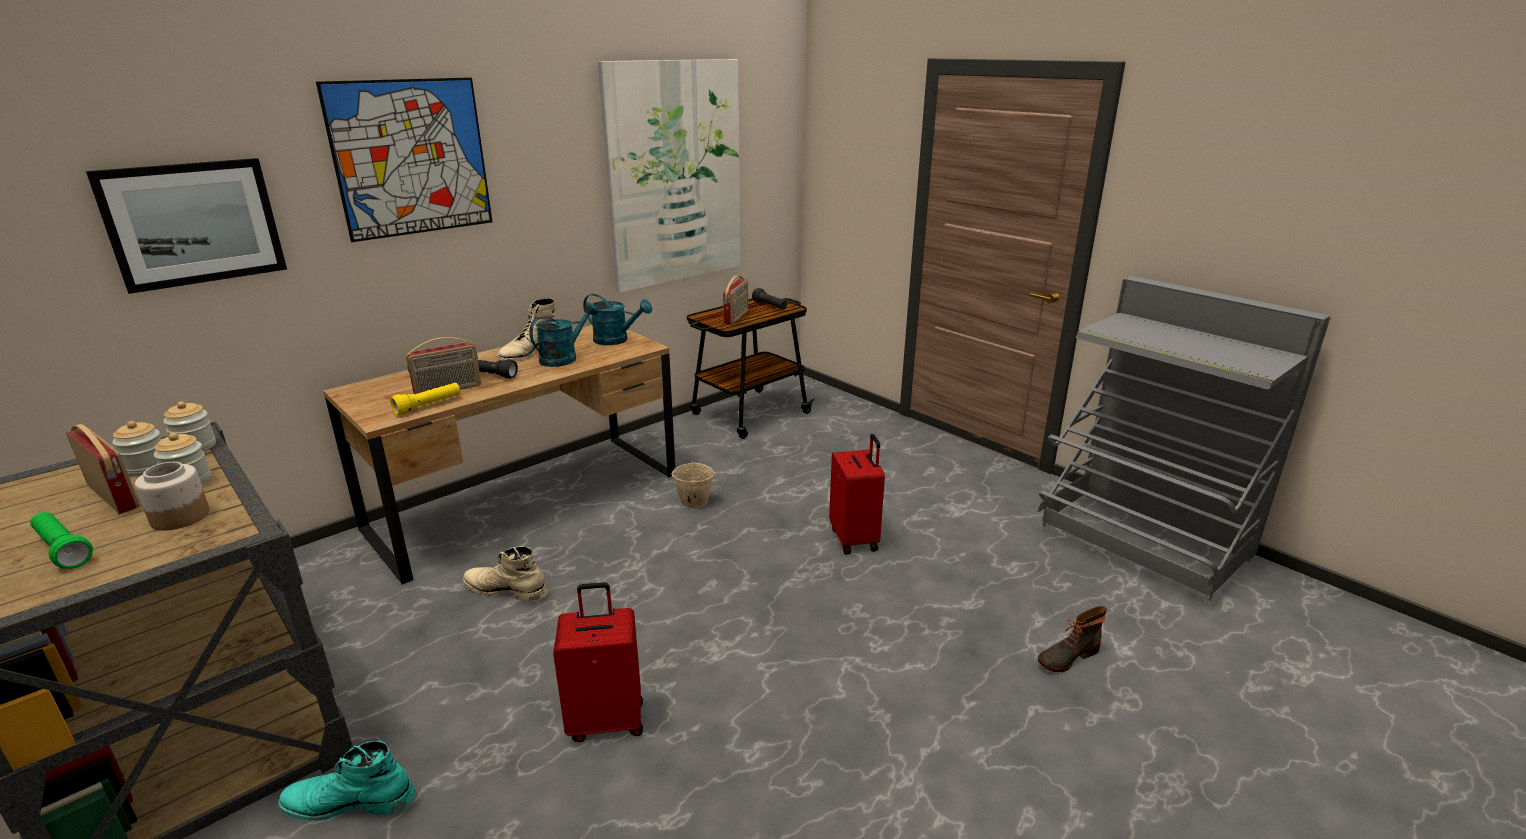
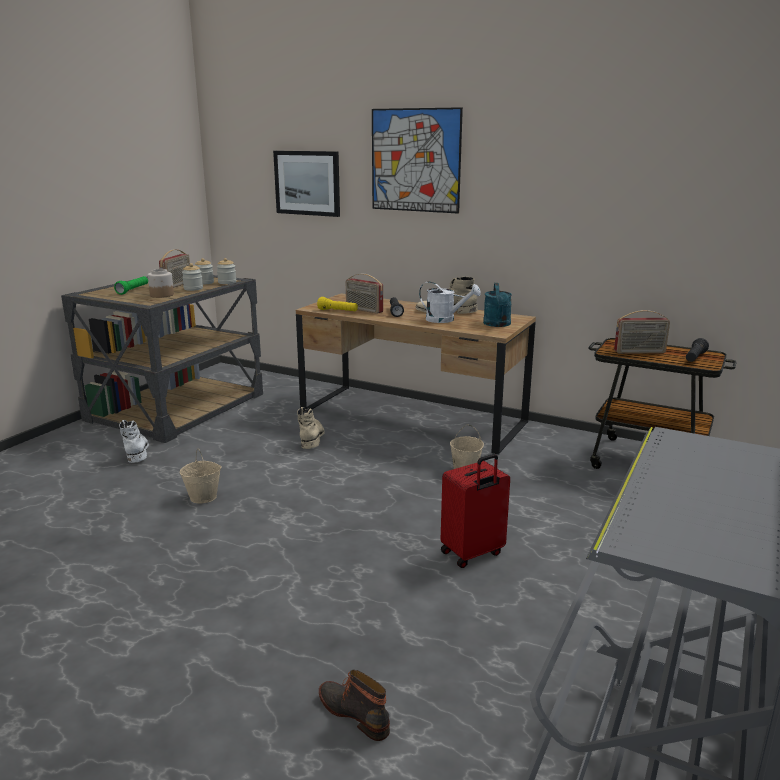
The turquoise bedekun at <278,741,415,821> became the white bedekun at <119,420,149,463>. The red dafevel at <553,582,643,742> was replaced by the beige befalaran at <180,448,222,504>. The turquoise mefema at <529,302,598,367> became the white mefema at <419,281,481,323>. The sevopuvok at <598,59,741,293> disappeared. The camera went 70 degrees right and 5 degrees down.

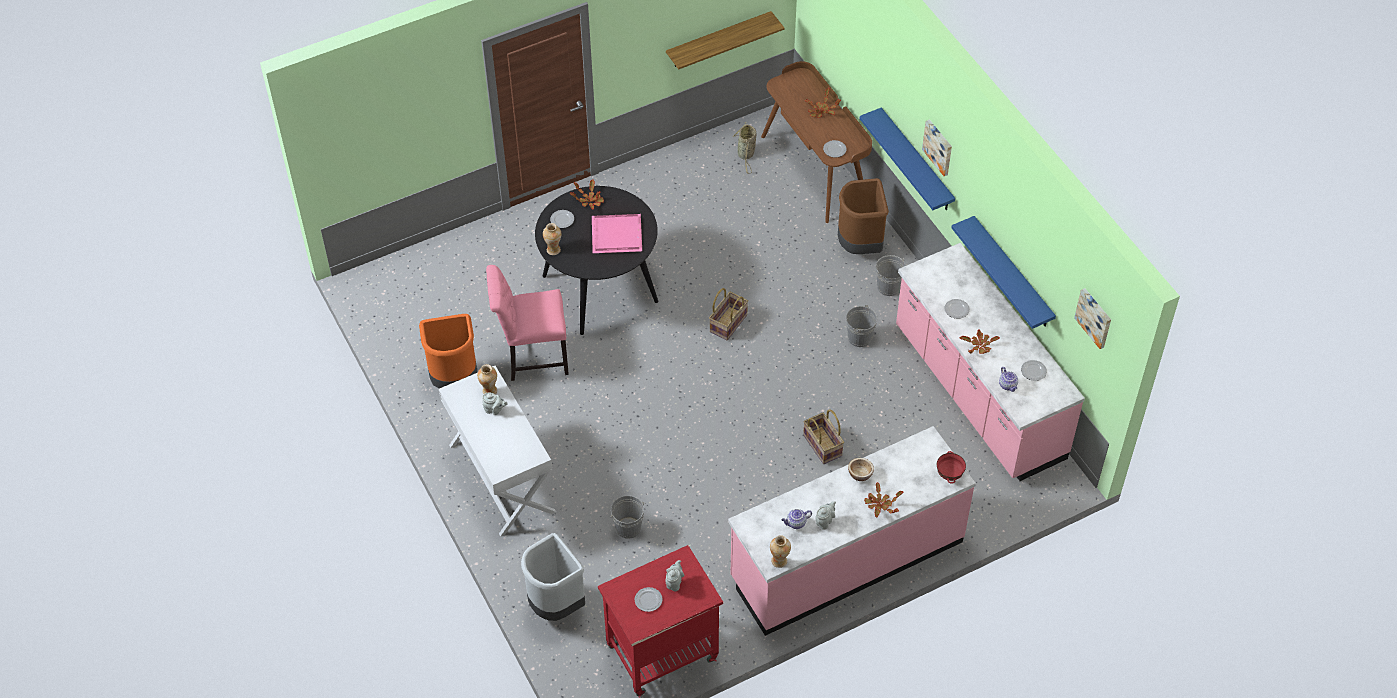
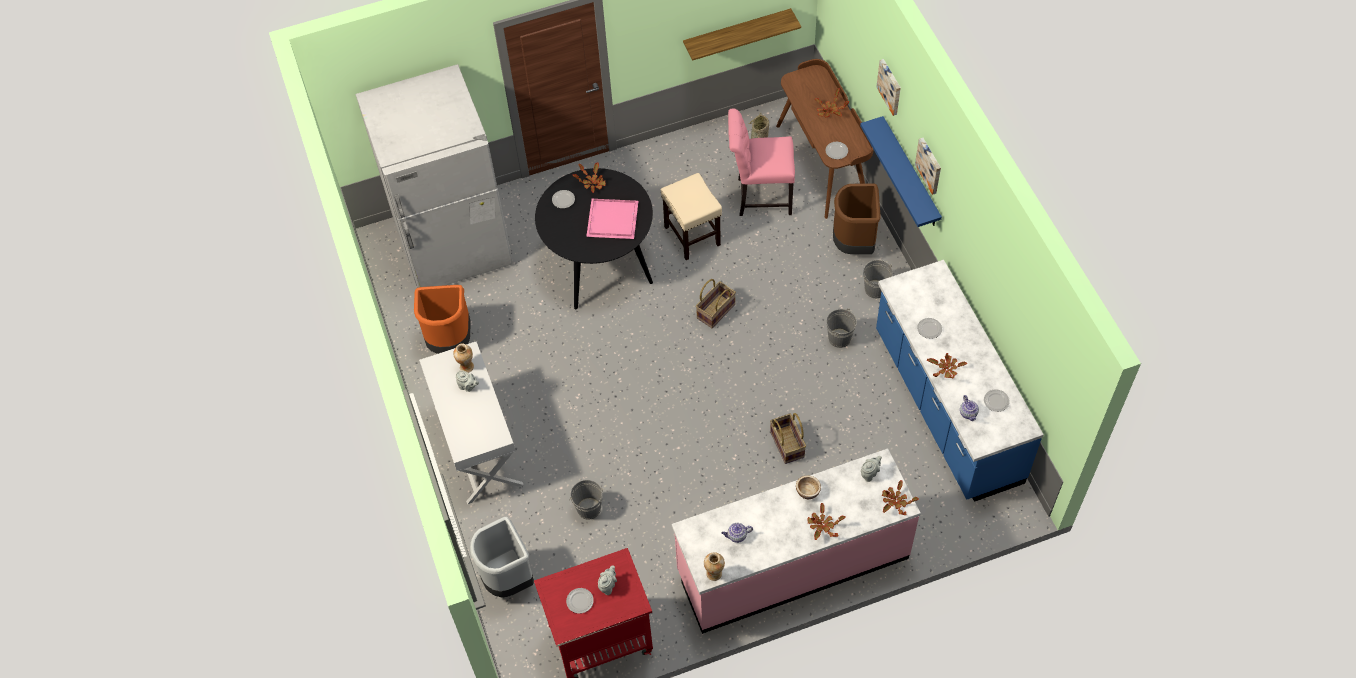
The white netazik at <355,64,513,288> appeared. The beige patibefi at <661,173,722,260> appeared. The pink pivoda moved from <486,265,569,381> to <728,108,795,216>. The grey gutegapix moved from <816,501,836,530> to <861,456,882,482>. The sevopuvok moved from <1074,288,1111,349> to <876,59,901,116>. The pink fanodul at <896,243,1085,481> became the blue fanodul at <876,260,1044,502>. The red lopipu at <937,451,966,483> was replaced by the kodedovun at <882,480,919,515>. The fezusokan at <543,223,561,255> disappeared. The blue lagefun at <952,216,1056,329> disappeared. The camera went 10 degrees right and 5 degrees up.

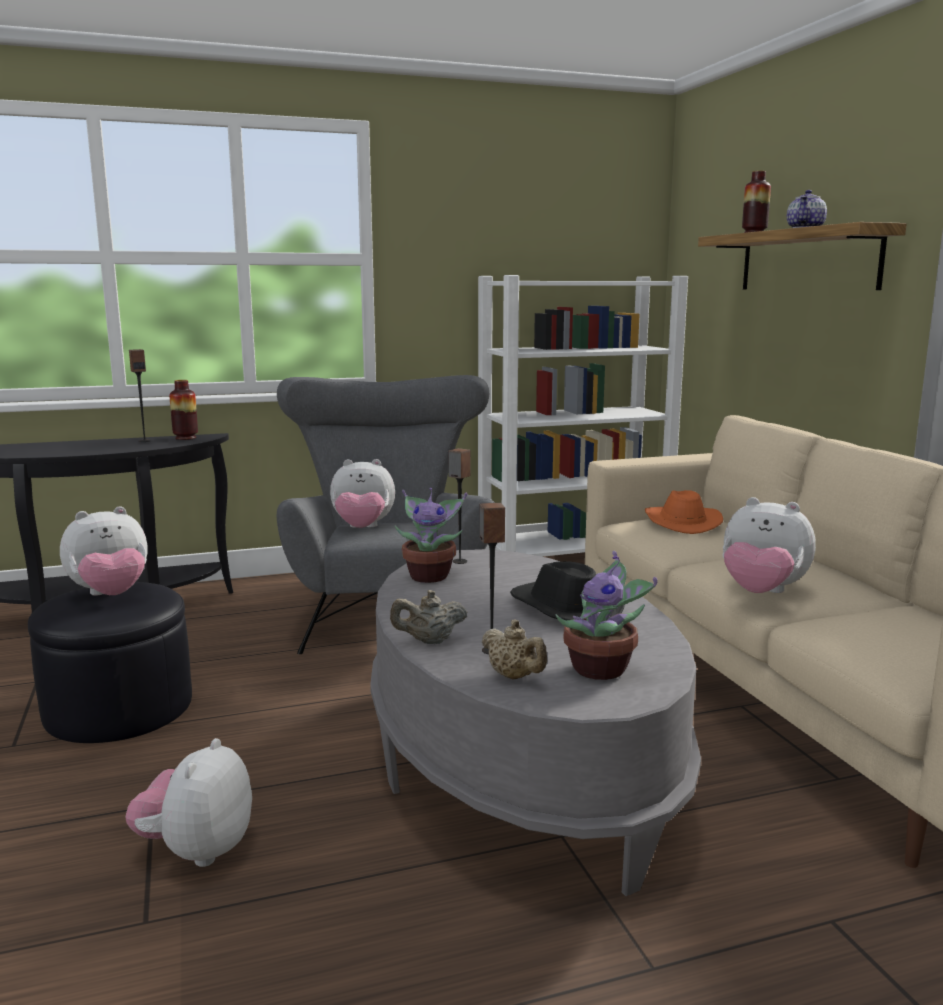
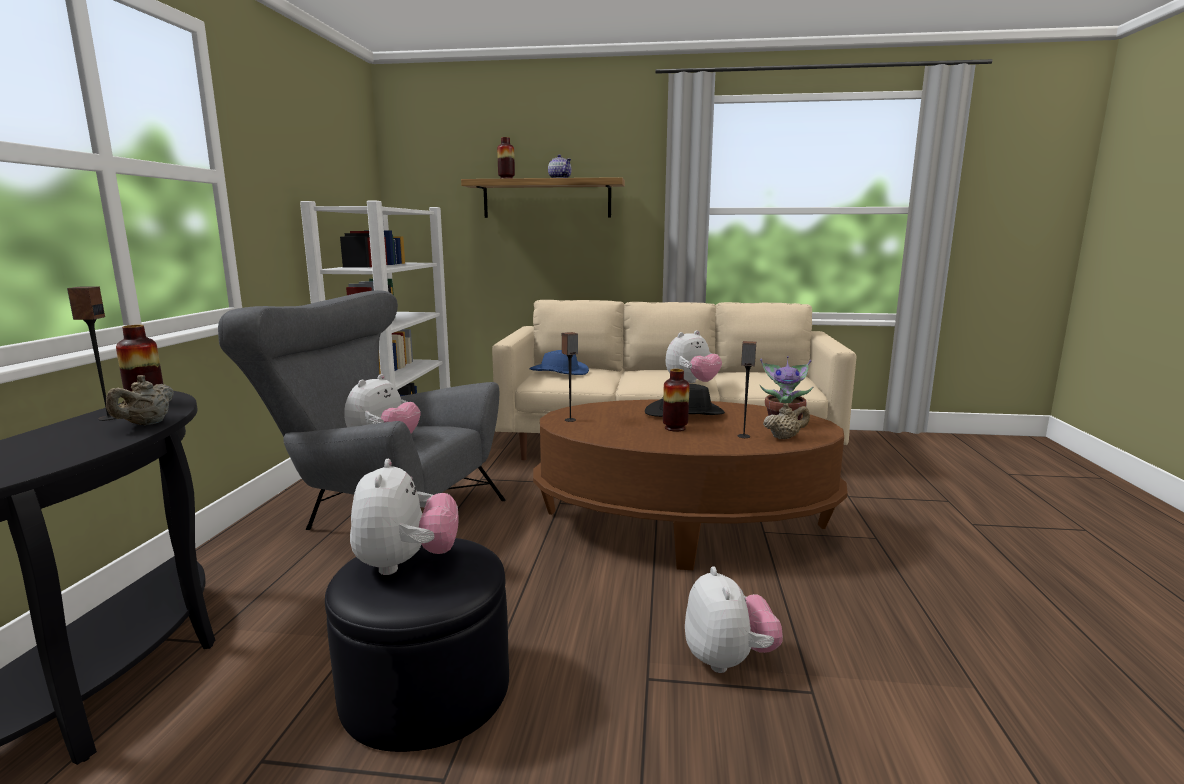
The beige gutegapix moved from <390,590,467,644> to <106,375,174,425>. The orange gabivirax at <645,490,723,534> became the blue gabivirax at <529,350,589,375>. The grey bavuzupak at <370,549,701,896> became the brown bavuzupak at <533,400,848,570>. The fezusokan at <663,369,690,432> appeared. The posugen at <126,738,252,867> turned 135 degrees counterclockwise. The kodedovun at <395,488,467,583> disappeared. The camera went 65 degrees left and 0 degrees up.

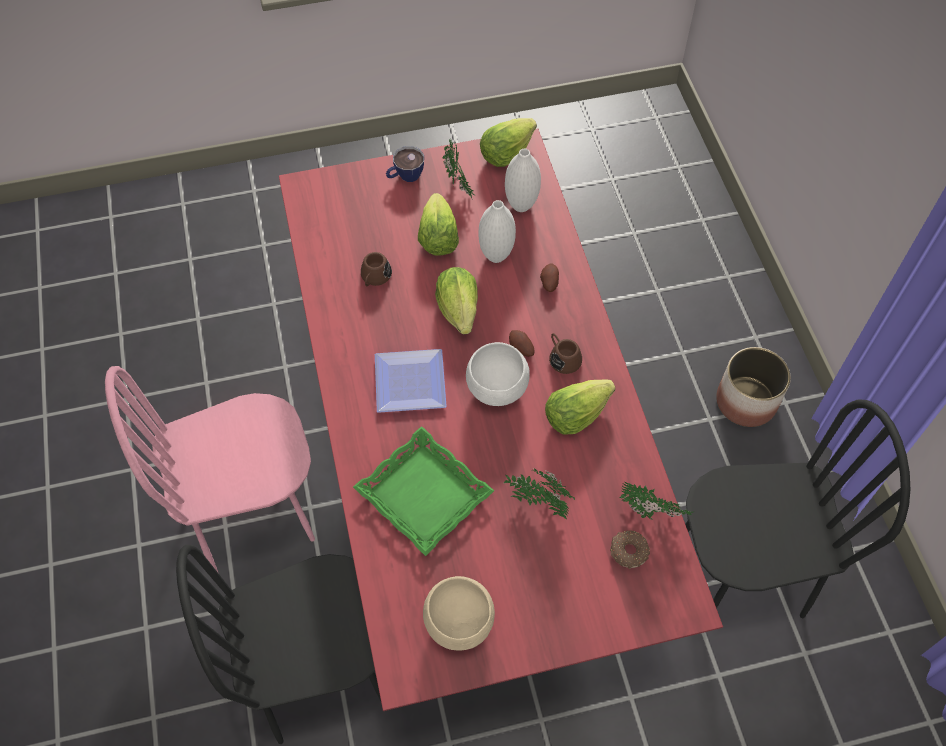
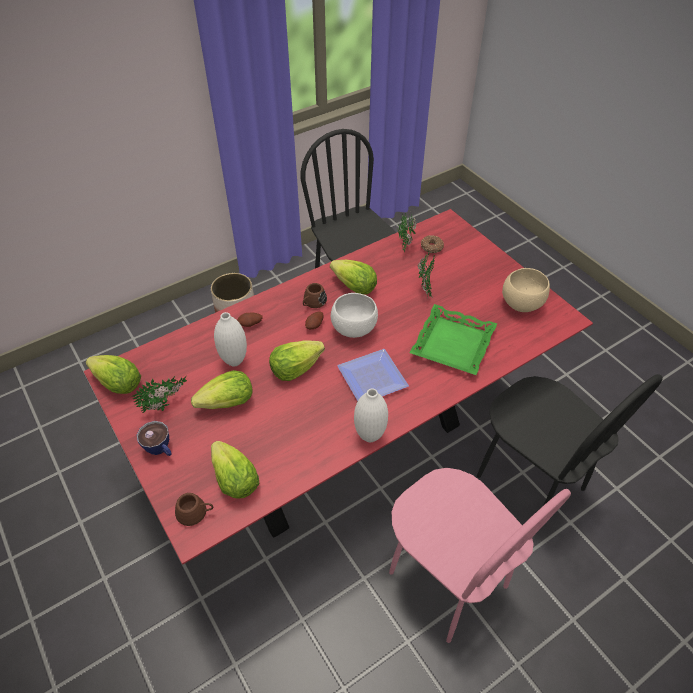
The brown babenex moved from <361,252,392,286> to <175,493,214,526>. The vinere at <211,441,259,499> appeared. The white fezusokan moved from <505,149,541,212> to <354,388,388,442>. The camera went 110 degrees left and 10 degrees down.

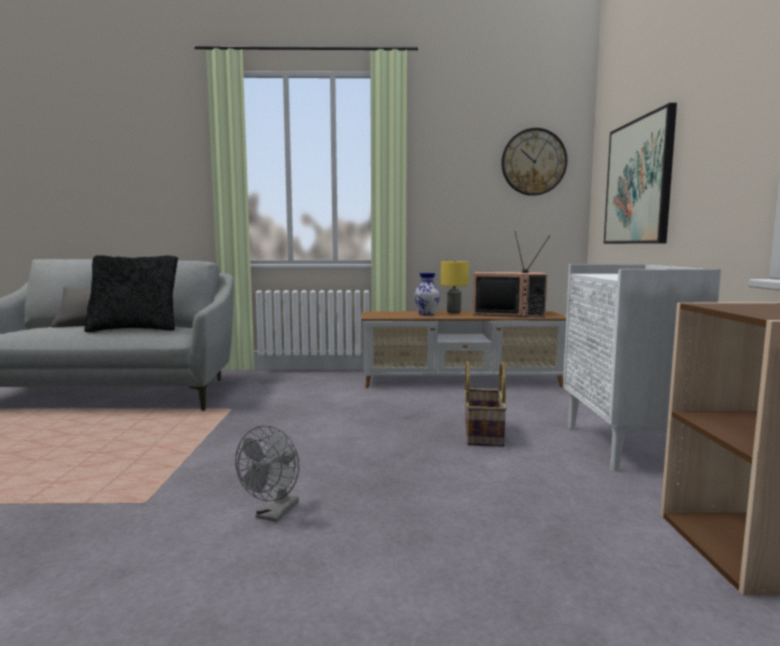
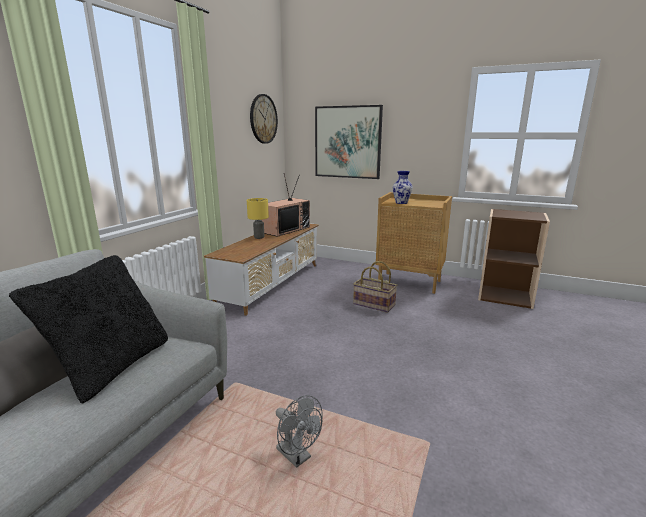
The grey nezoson moved from <235,426,299,522> to <276,395,323,468>. The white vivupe at <563,264,721,471> became the brown vivupe at <376,192,452,294>. The fezusokan moved from <414,273,440,316> to <392,171,413,204>. The camera went 65 degrees left and 10 degrees up.

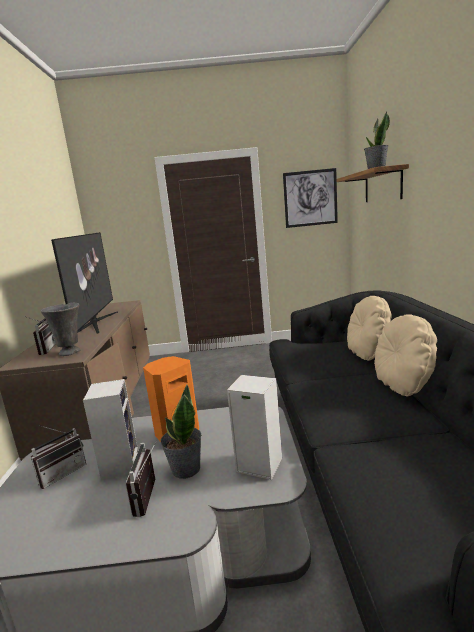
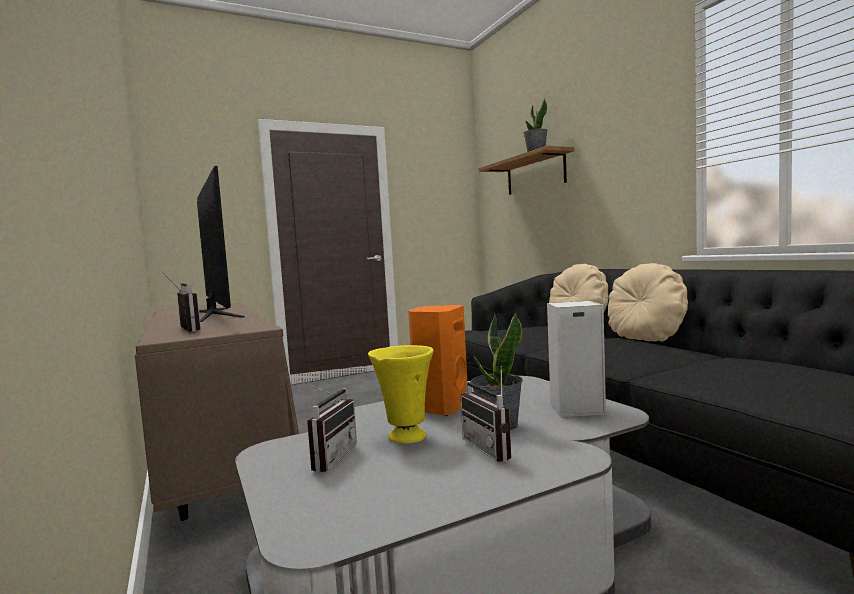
The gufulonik at <83,379,138,480> was replaced by the yellow fezusokan at <368,345,433,444>. The grey fezusokan at <41,303,81,356> disappeared. The sevopuvok at <283,168,338,228> disappeared. The camera went 25 degrees left and 10 degrees down.

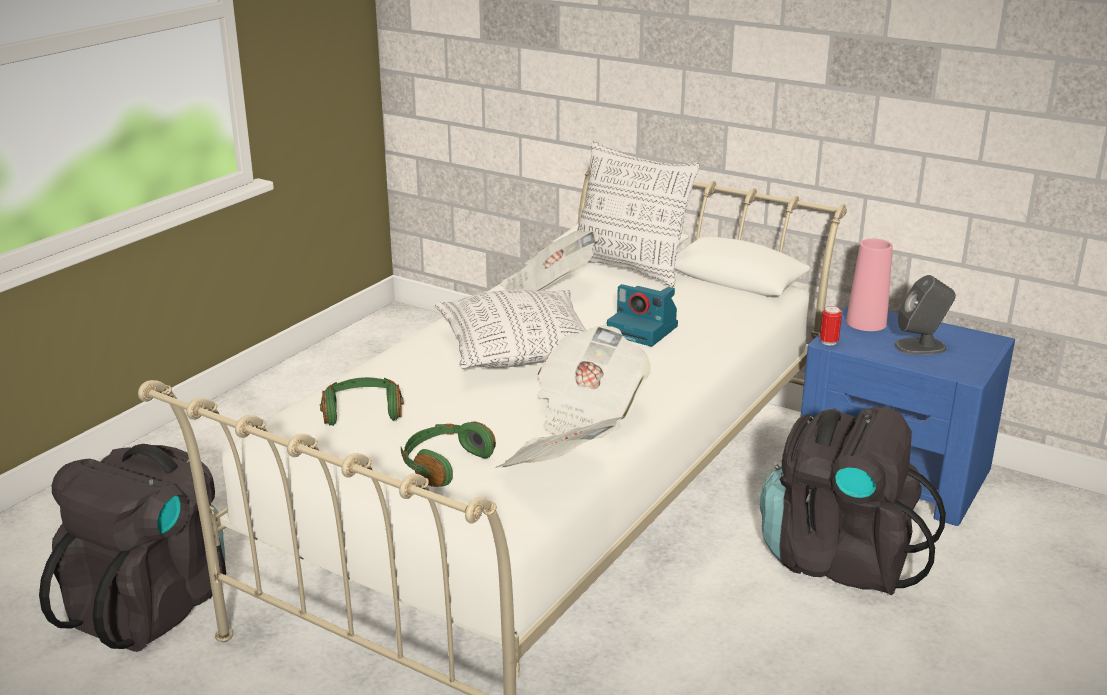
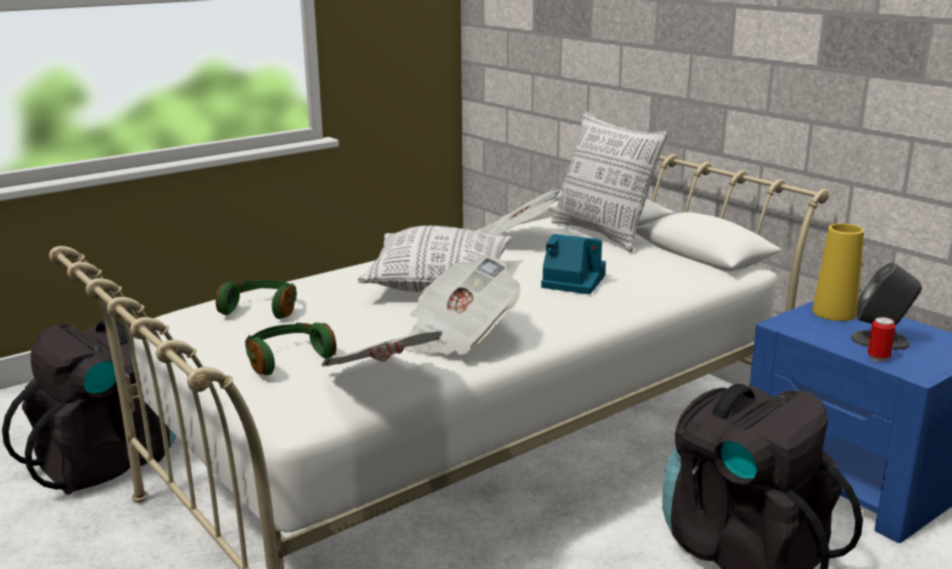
The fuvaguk at <607,284,678,347> turned 150 degrees clockwise. The pink fezusokan at <846,239,893,331> became the yellow fezusokan at <812,224,864,321>. The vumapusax moved from <820,306,842,345> to <867,317,896,362>. The camera went 20 degrees right and 5 degrees down.

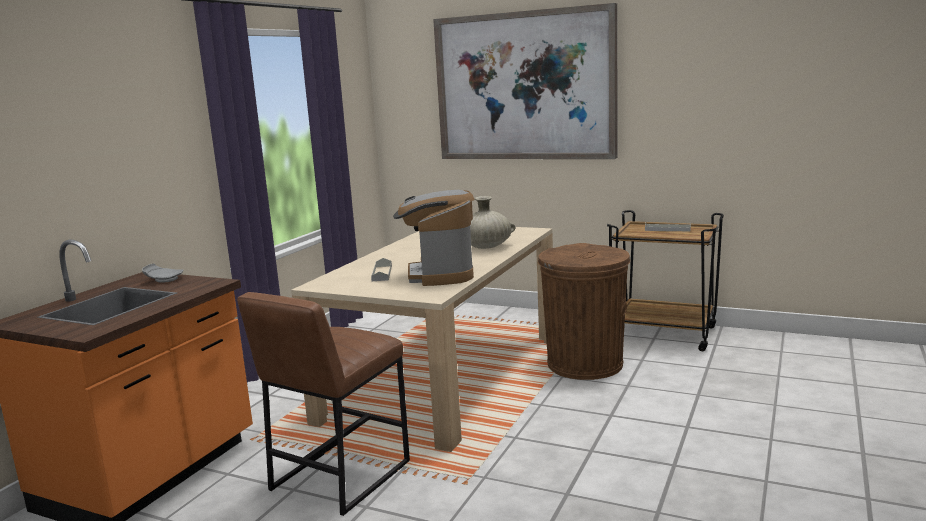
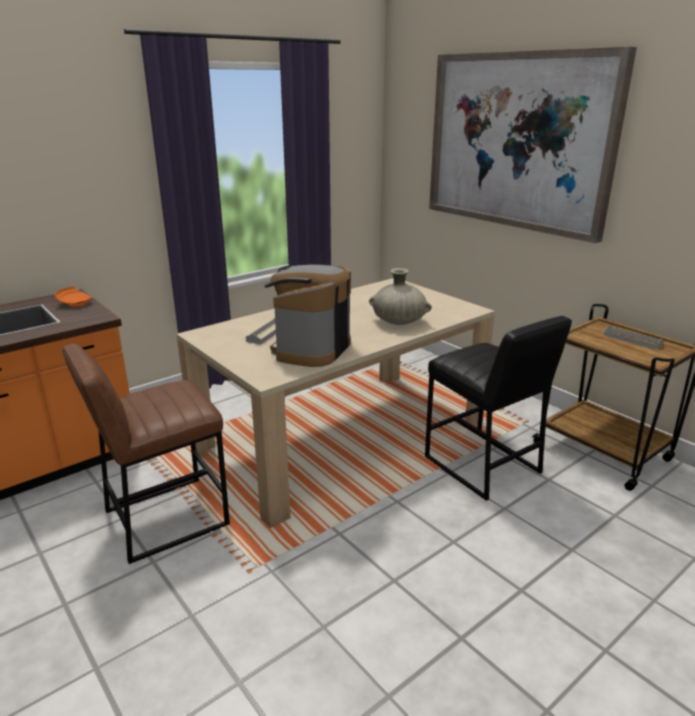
The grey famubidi at <142,263,184,283> became the orange famubidi at <55,286,92,307>. The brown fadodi at <538,243,630,380> was replaced by the black pivoda at <425,316,572,501>. The camera went 25 degrees right and 10 degrees up.

